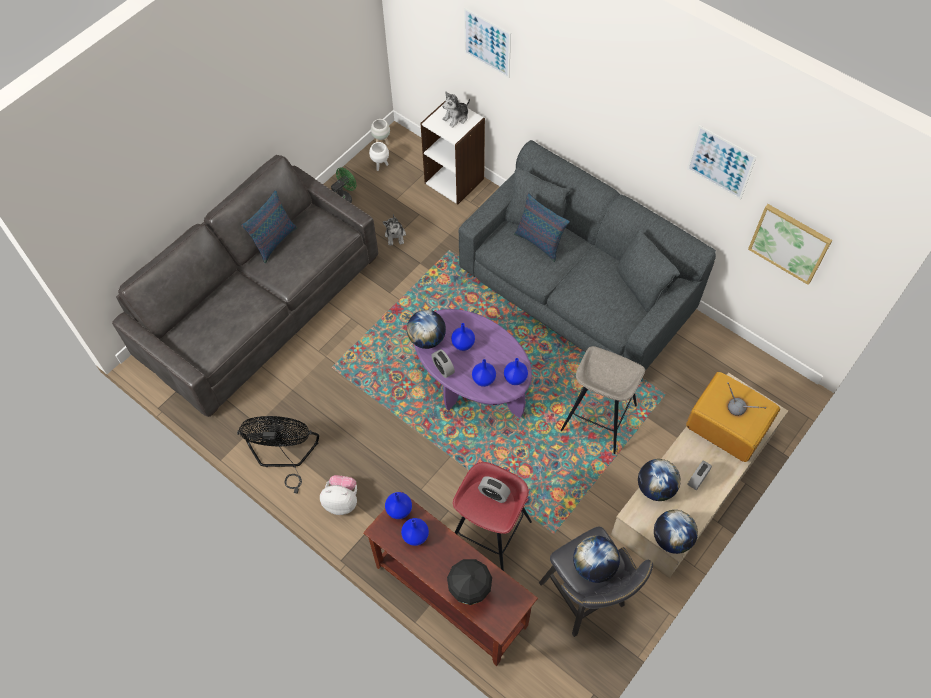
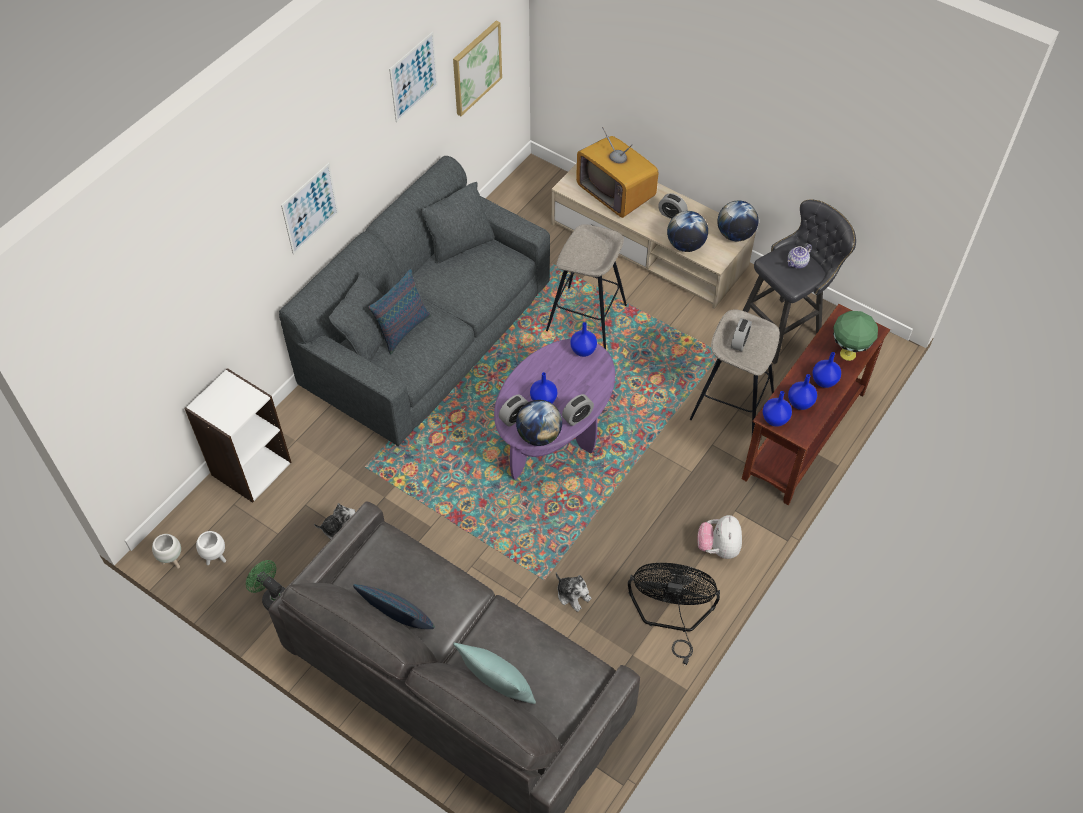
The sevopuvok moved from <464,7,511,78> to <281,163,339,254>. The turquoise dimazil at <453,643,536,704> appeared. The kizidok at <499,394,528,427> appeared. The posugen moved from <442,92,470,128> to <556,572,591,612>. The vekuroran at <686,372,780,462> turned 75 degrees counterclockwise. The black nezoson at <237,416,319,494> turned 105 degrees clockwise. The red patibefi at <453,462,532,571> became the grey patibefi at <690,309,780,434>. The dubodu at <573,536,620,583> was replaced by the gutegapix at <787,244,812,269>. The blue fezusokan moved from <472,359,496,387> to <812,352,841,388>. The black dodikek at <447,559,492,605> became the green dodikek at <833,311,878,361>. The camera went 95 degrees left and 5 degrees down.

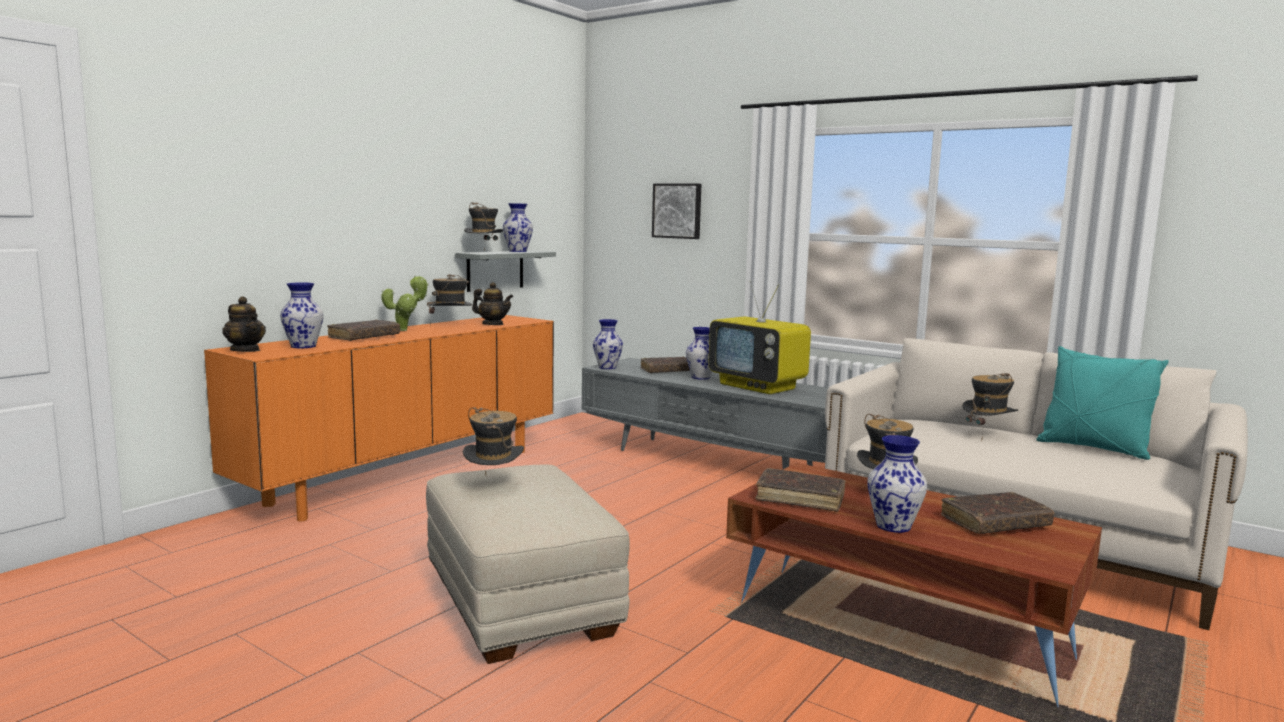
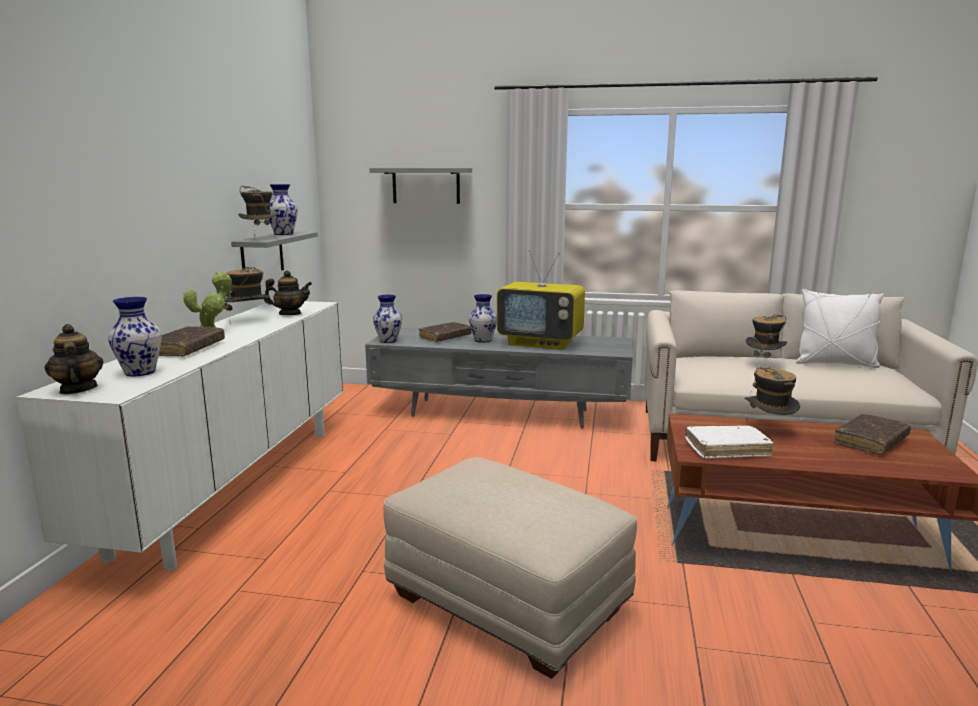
The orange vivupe at <204,315,554,521> became the white vivupe at <16,301,343,571>. The gutegapix at <222,296,266,352> turned 135 degrees counterclockwise. The sevopuvok at <652,184,701,239> was replaced by the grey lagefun at <369,168,472,204>. The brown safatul at <755,468,846,512> became the white safatul at <685,426,774,459>. The turquoise dimazil at <1036,346,1169,460> became the white dimazil at <796,289,884,368>. The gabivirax at <463,407,524,475> disappeared. The fezusokan at <868,435,927,533> disappeared. The camera went 25 degrees left and 5 degrees up.

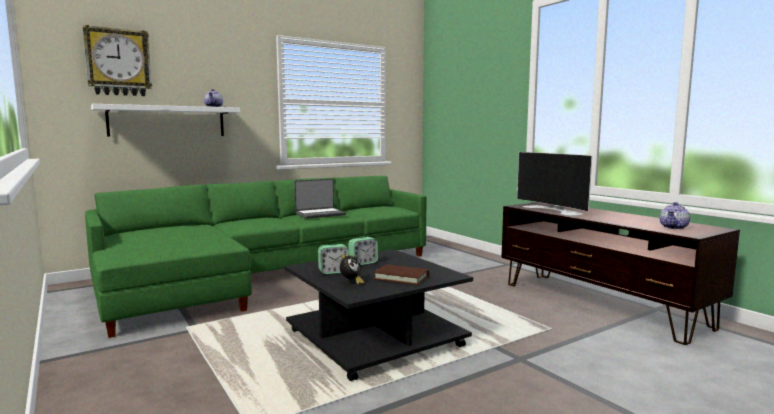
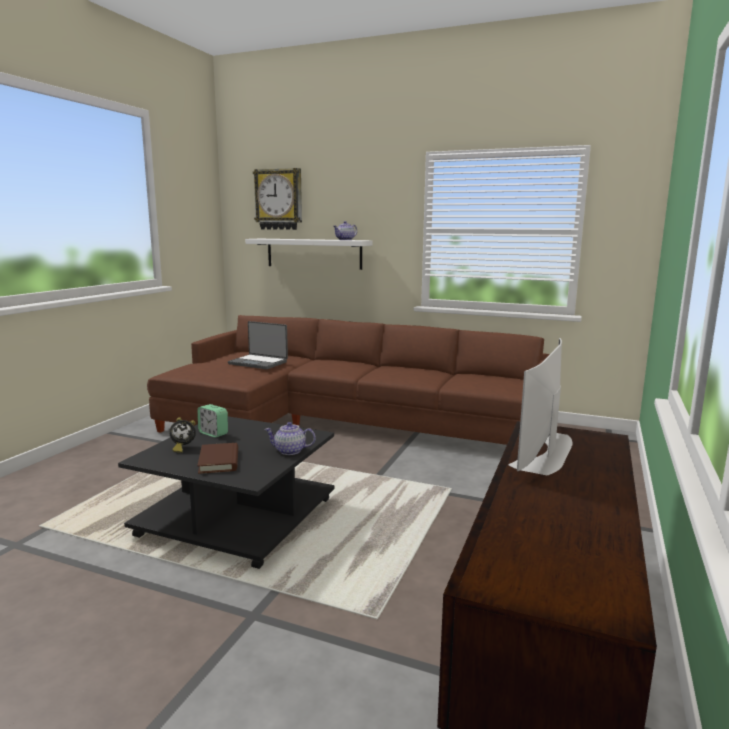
The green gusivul at <85,176,427,338> became the brown gusivul at <147,315,550,445>. The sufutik moved from <294,179,346,219> to <228,321,288,369>. The gutegapix moved from <660,202,690,229> to <264,422,316,455>. The kizidok at <348,237,378,265> disappeared. The camera went 55 degrees right and 5 degrees up.

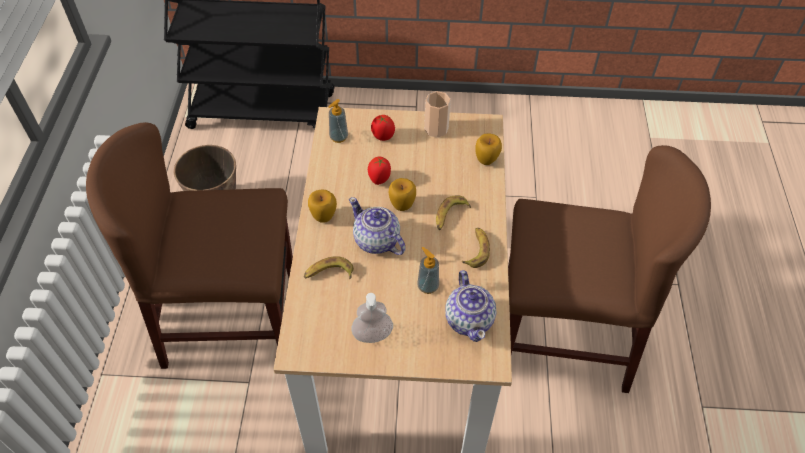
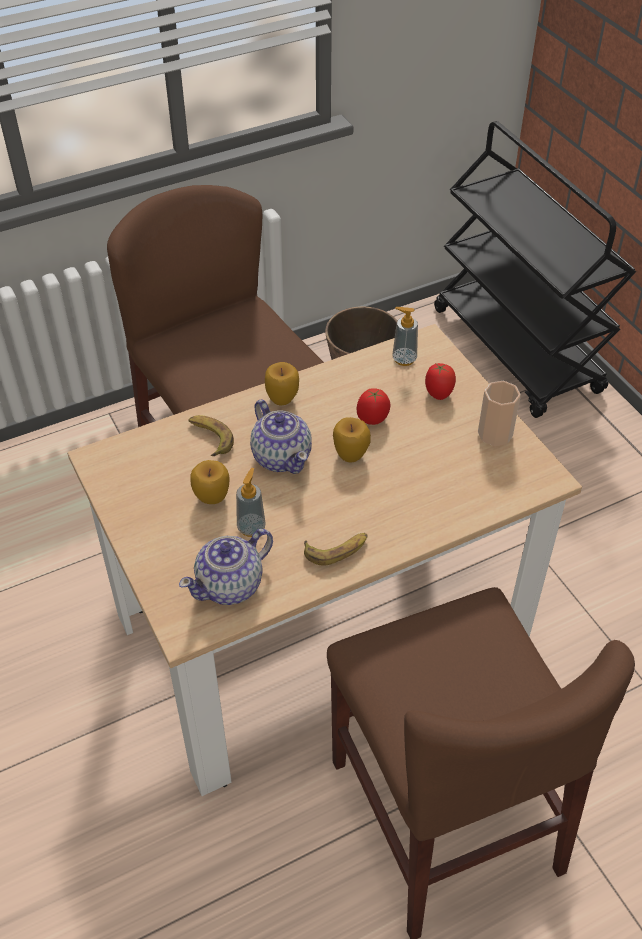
The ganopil moved from <475,133,502,165> to <190,460,230,504>. The gutegapix at <349,197,406,255> turned 135 degrees clockwise. The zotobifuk at <351,293,393,343> disappeared. The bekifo at <436,196,471,230> disappeared. The camera went 60 degrees right and 5 degrees down.

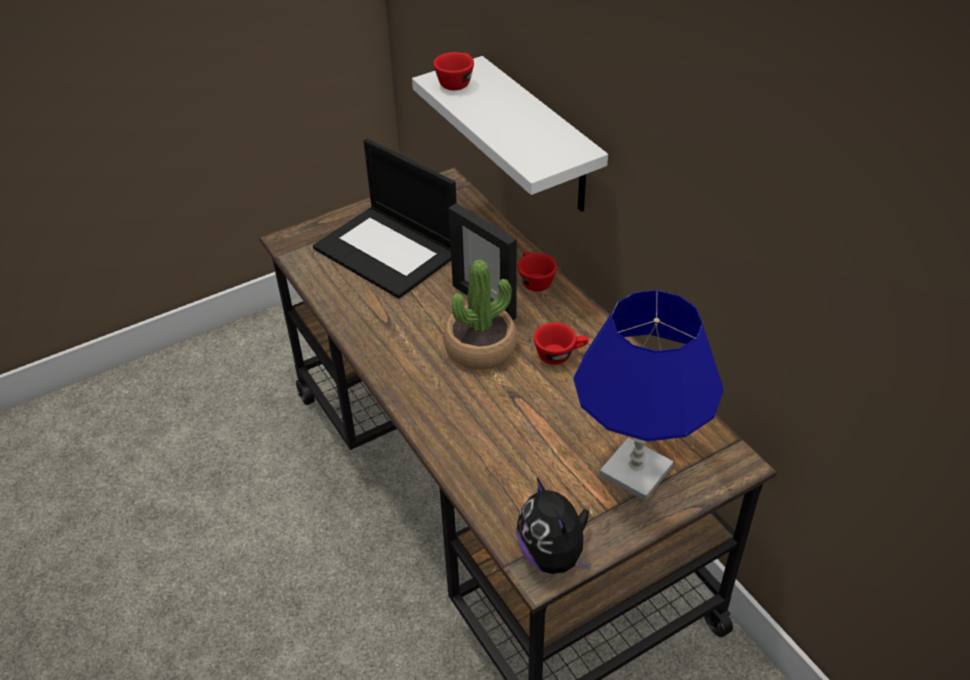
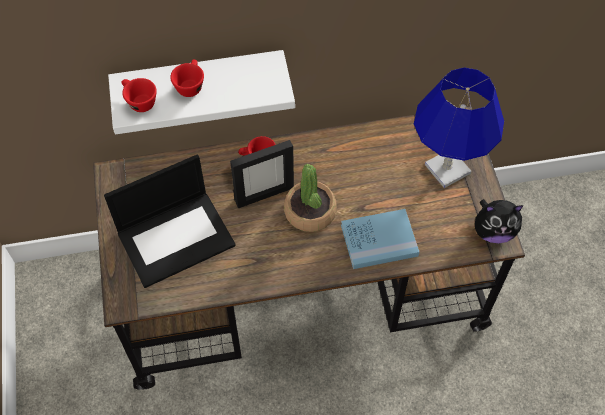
The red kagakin moved from <534,323,588,365> to <170,59,204,97>. The blue safatul at <341,209,419,269> appeared. The camera went 70 degrees left and 15 degrees up.

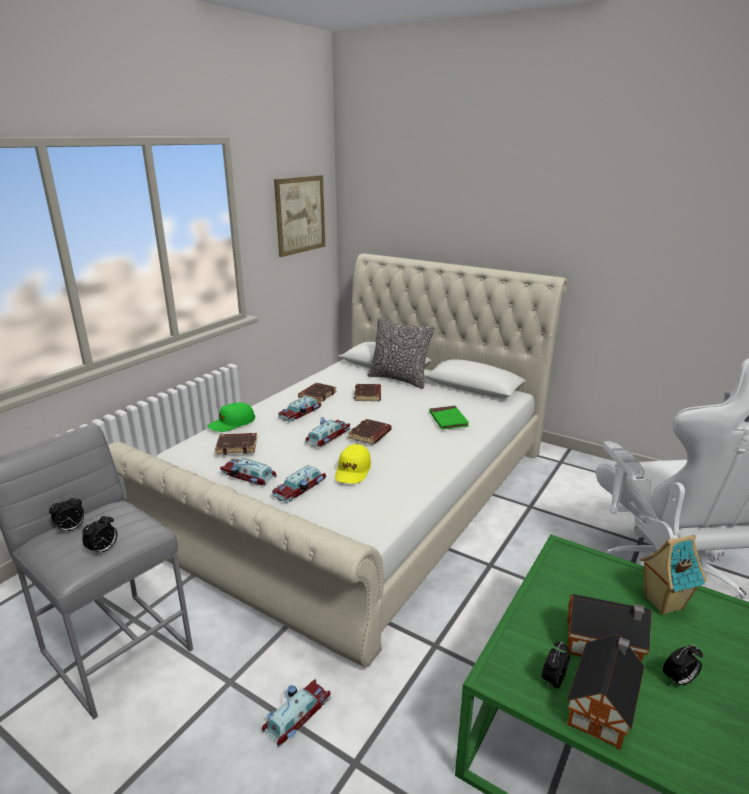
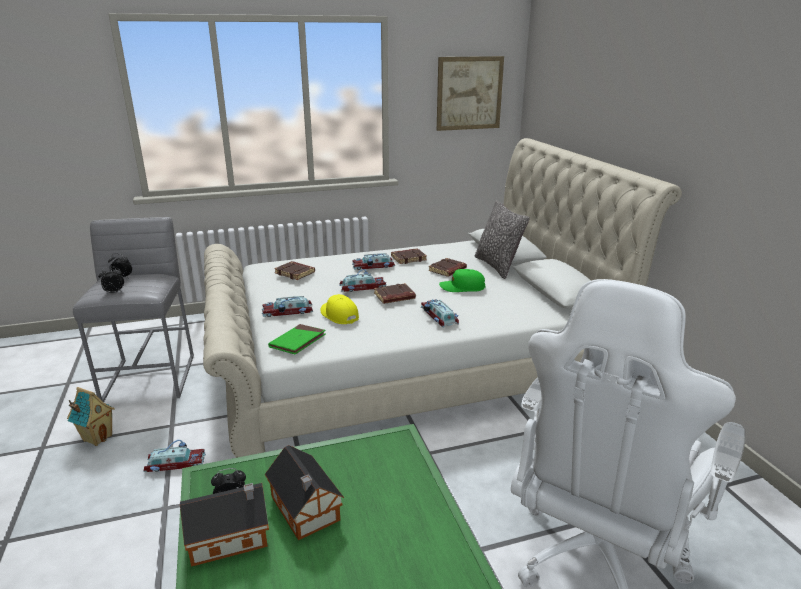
The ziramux moved from <640,535,707,615> to <67,387,115,446>. The green safatul moved from <429,406,469,430> to <268,324,326,354>. The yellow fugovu at <335,444,371,484> turned 90 degrees clockwise. The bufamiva moved from <220,458,277,486> to <421,299,459,328>. The green fugovu moved from <207,402,255,432> to <439,269,486,292>. The kizidok at <663,645,703,686> disappeared. The camera went 40 degrees right and 0 degrees up.

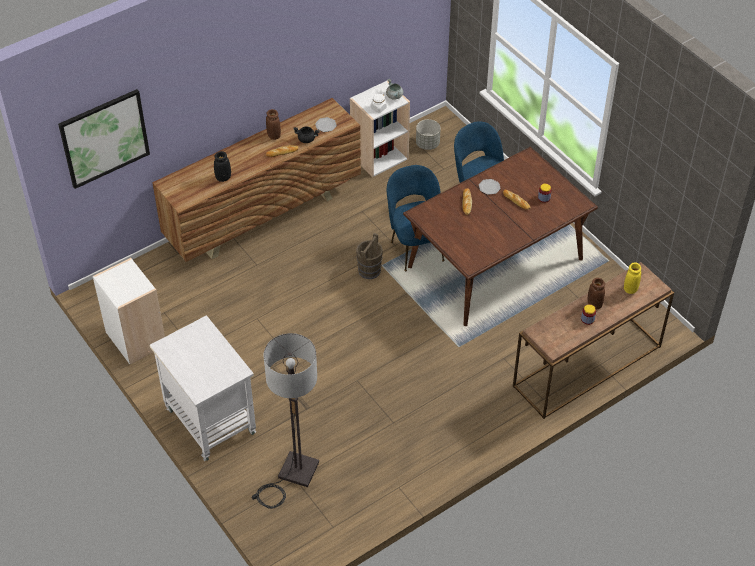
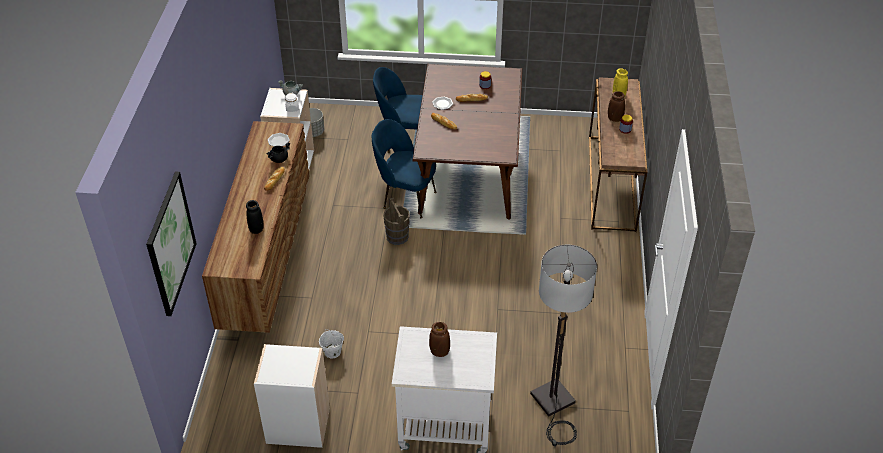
The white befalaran at <319,329,344,358> appeared. The brown fezusokan moved from <266,109,281,140> to <429,322,450,357>. The camera went 50 degrees left and 5 degrees down.

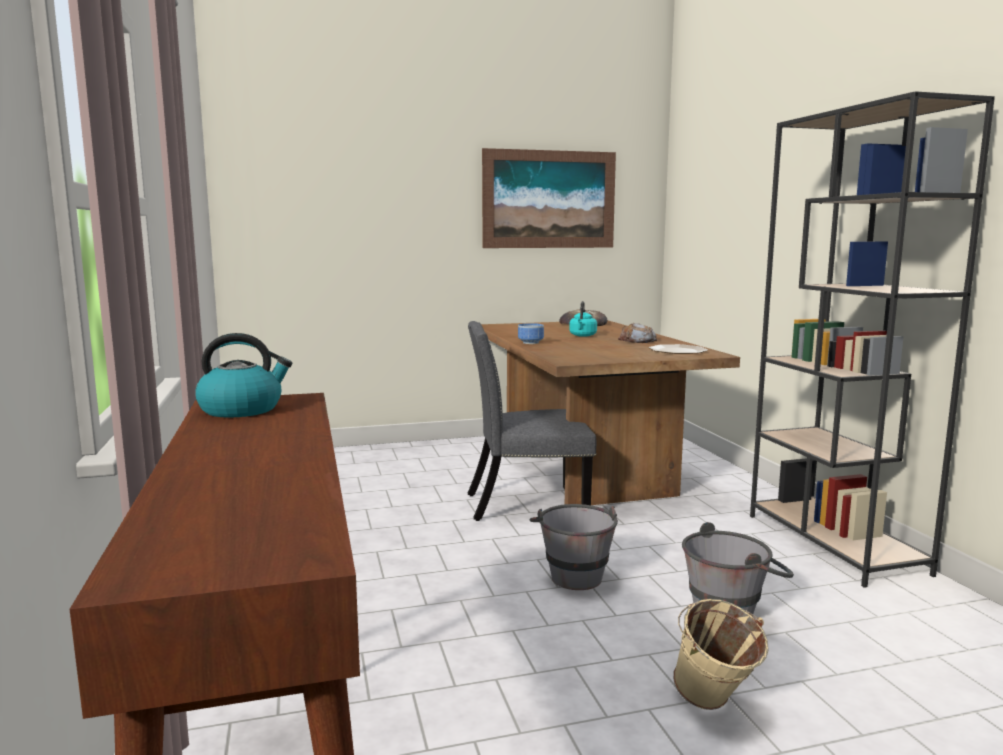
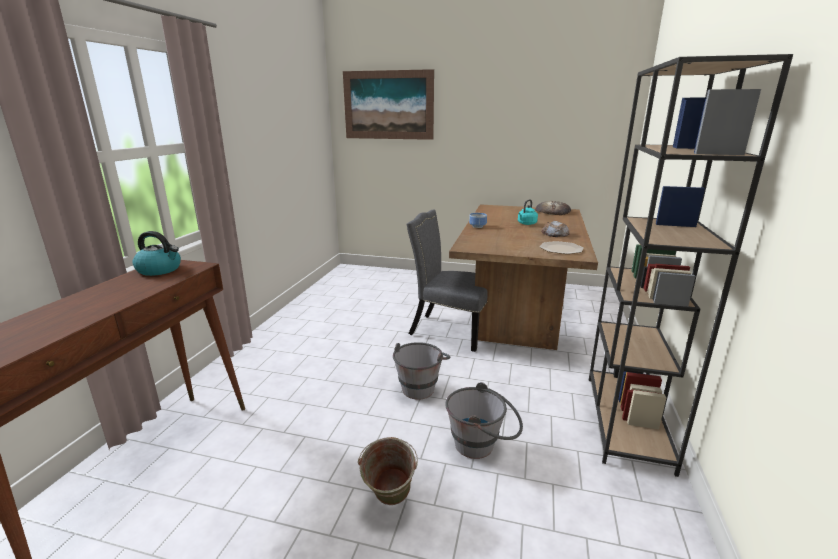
The sevopuvok moved from <482,148,616,248> to <343,69,434,140>. The beige befalaran at <673,599,769,710> became the green befalaran at <358,437,418,505>. The camera went 30 degrees right and 10 degrees up.

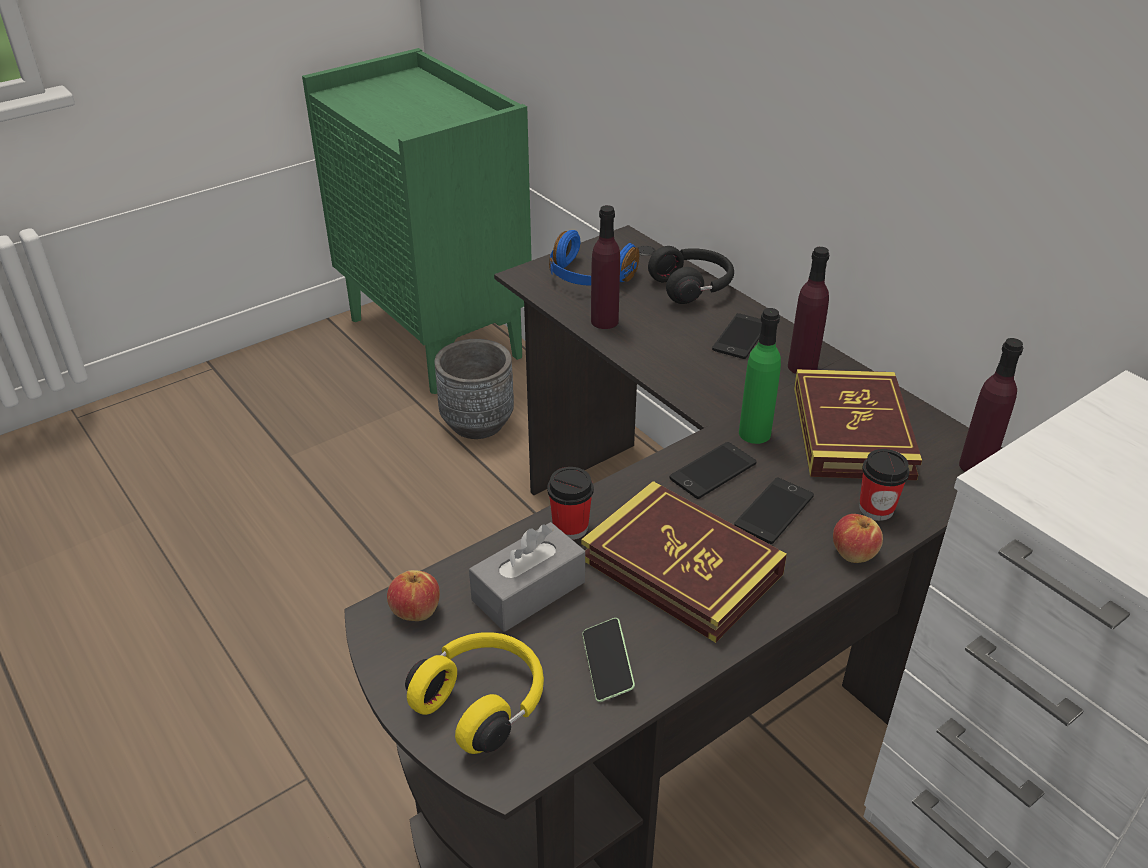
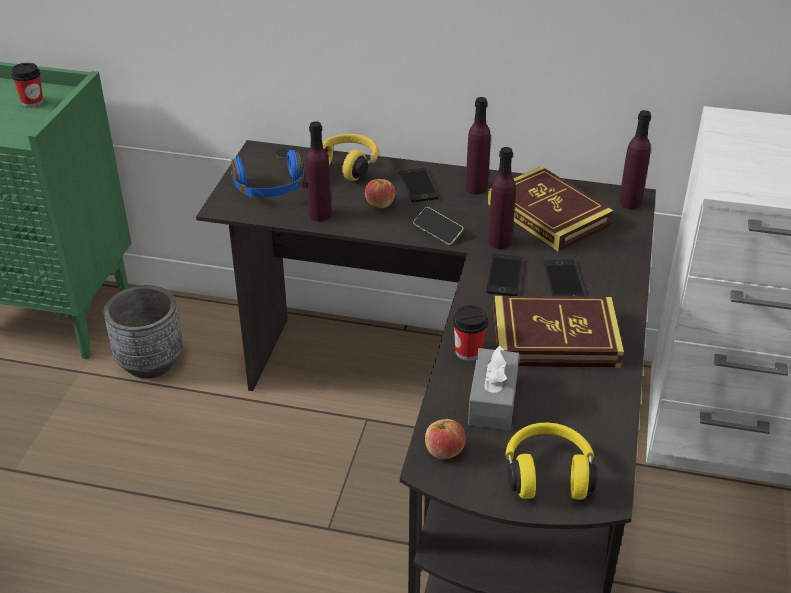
The kagakin moved from <859,449,910,521> to <11,63,43,108>. The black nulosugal at <648,246,734,304> became the yellow nulosugal at <322,134,379,181>. The ganopil moved from <833,514,883,563> to <365,179,395,208>. The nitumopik moved from <582,618,635,702> to <413,207,464,245>. The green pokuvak at <739,308,781,444> became the purple pokuvak at <488,147,516,249>. The camera went 40 degrees left and 0 degrees up.

